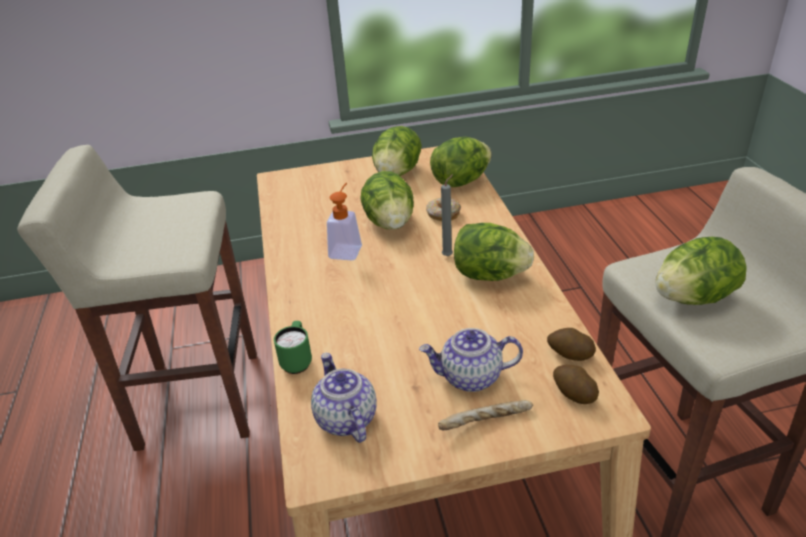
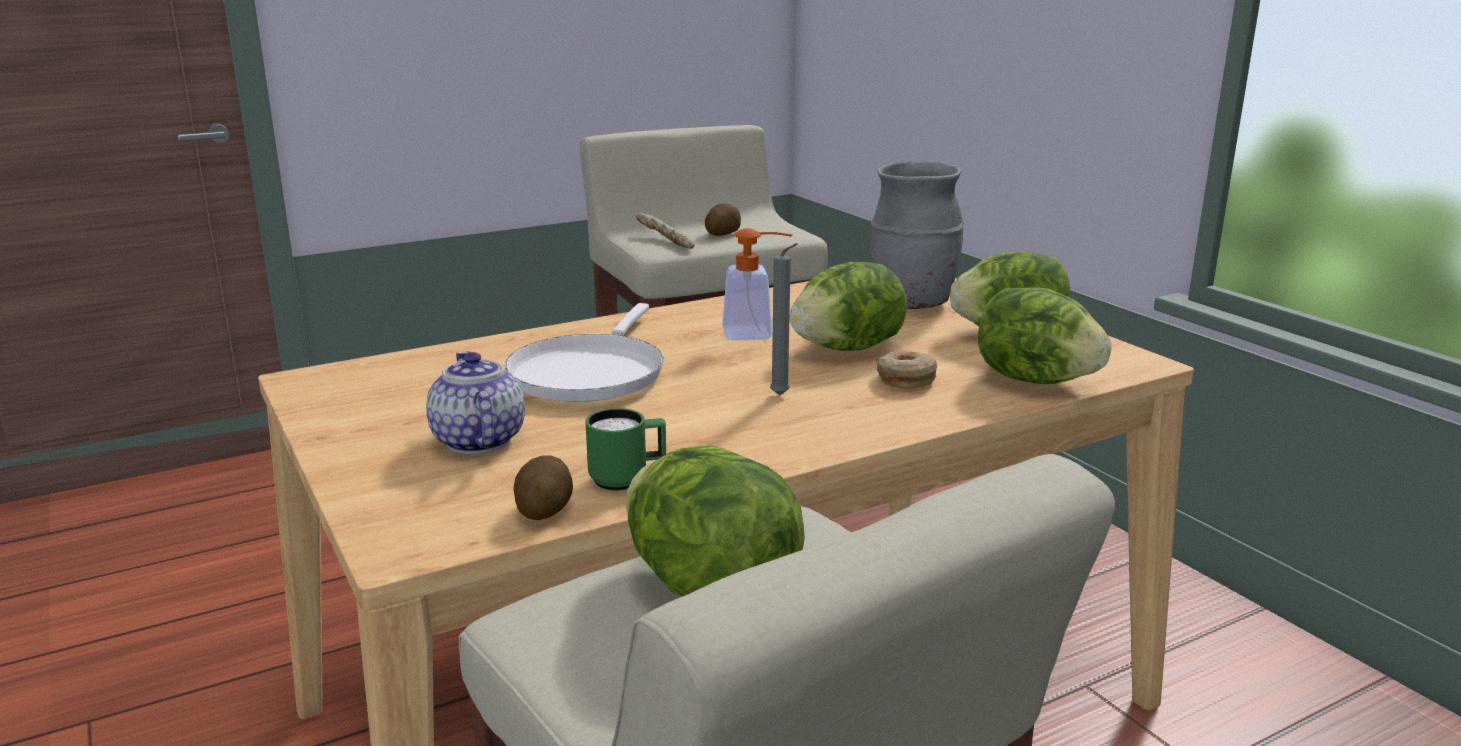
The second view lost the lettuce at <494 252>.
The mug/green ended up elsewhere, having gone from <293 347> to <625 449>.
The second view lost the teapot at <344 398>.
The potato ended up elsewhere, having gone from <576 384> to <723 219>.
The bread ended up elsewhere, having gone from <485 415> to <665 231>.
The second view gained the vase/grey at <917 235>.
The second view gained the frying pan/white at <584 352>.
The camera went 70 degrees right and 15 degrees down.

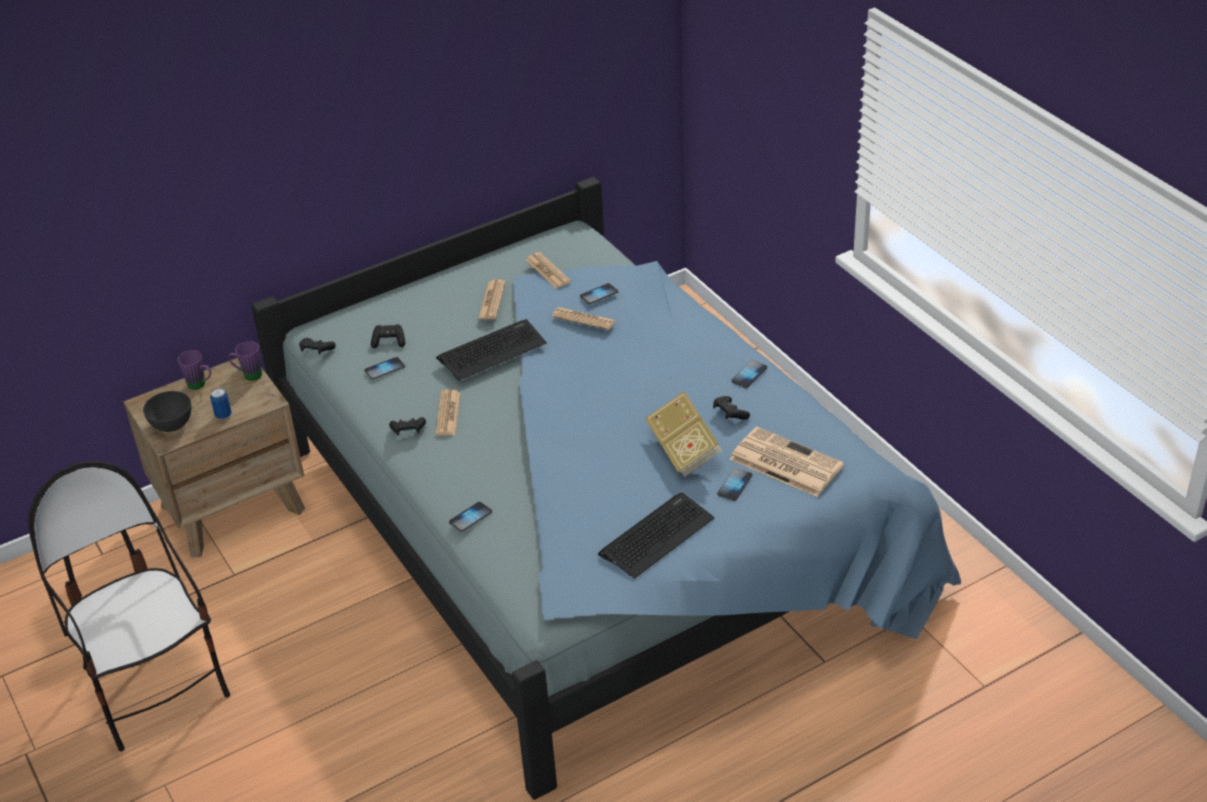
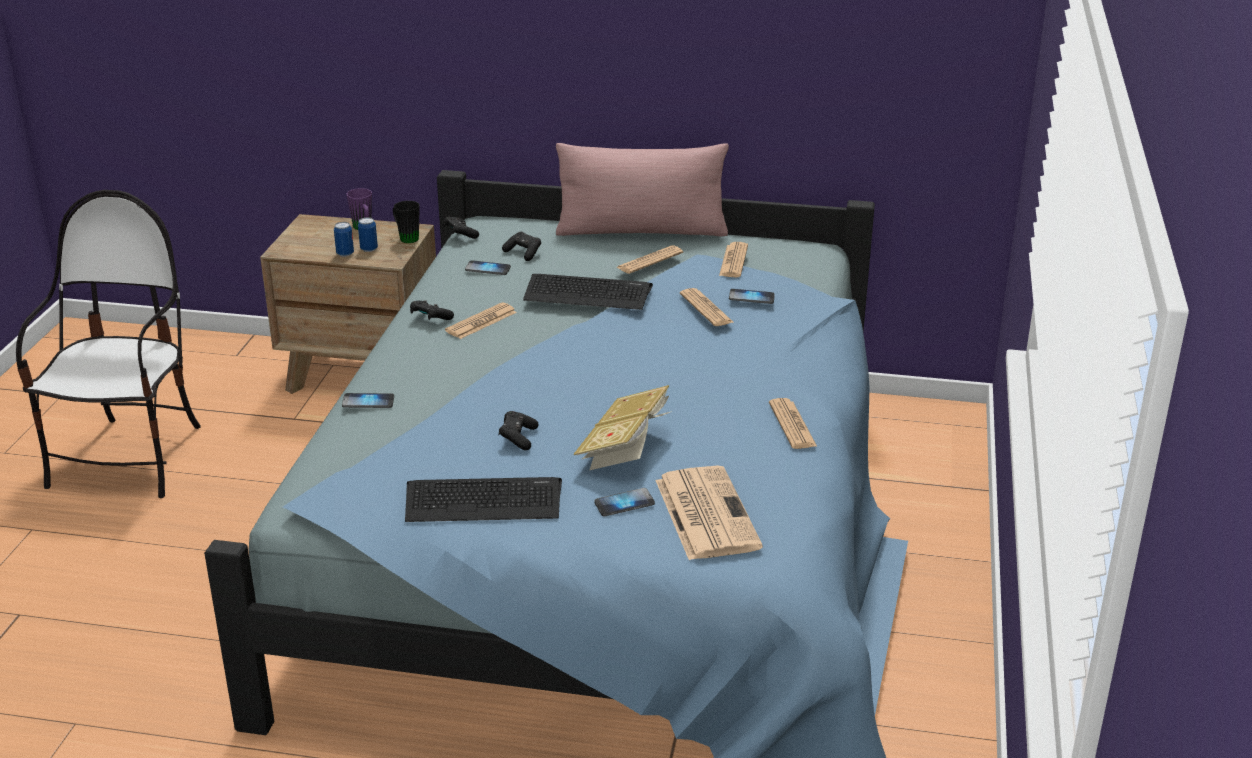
What was the mug/purple at <245 361> turned into the mug/black at <406 222>.
Where the phone stood at <749 374>, the newspaper came to stand at <793 423>.
The second view lost the bowl/grey at <167 411>.
The game controller/black ended up elsewhere, having gone from <731 408> to <518 430>.
The second view gained the pillow/pink at <642 190>.
The second view gained the can at <368 234>.
The camera went 40 degrees right and 10 degrees down.

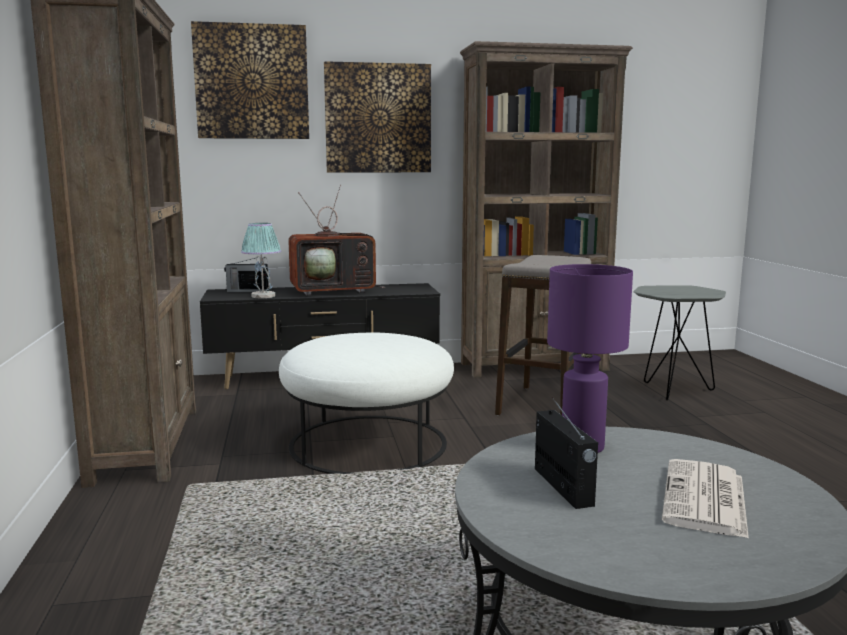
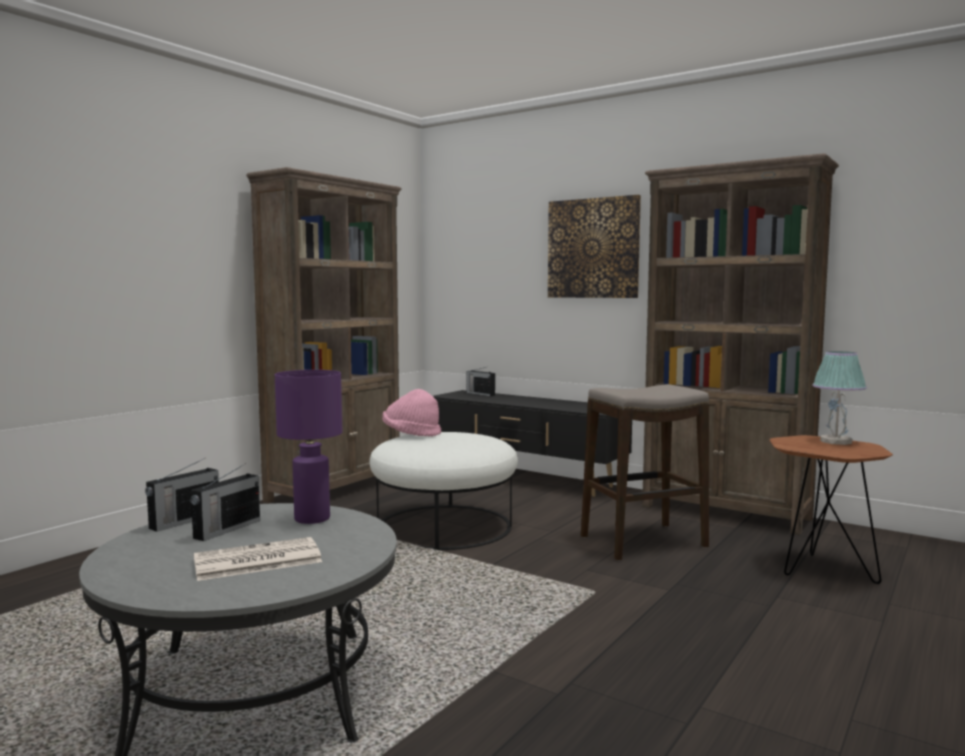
The second view lost the picture at <250 80>.
The second view lost the television at <336 240>.
The table lamp ended up elsewhere, having gone from <261 261> to <840 398>.
What was the side table/grey at <679 342> turned into the side table/brown at <831 509>.
The second view gained the hat/pink at <411 413>.
The second view gained the radio at <182 495>.
The camera went 45 degrees right and 5 degrees down.

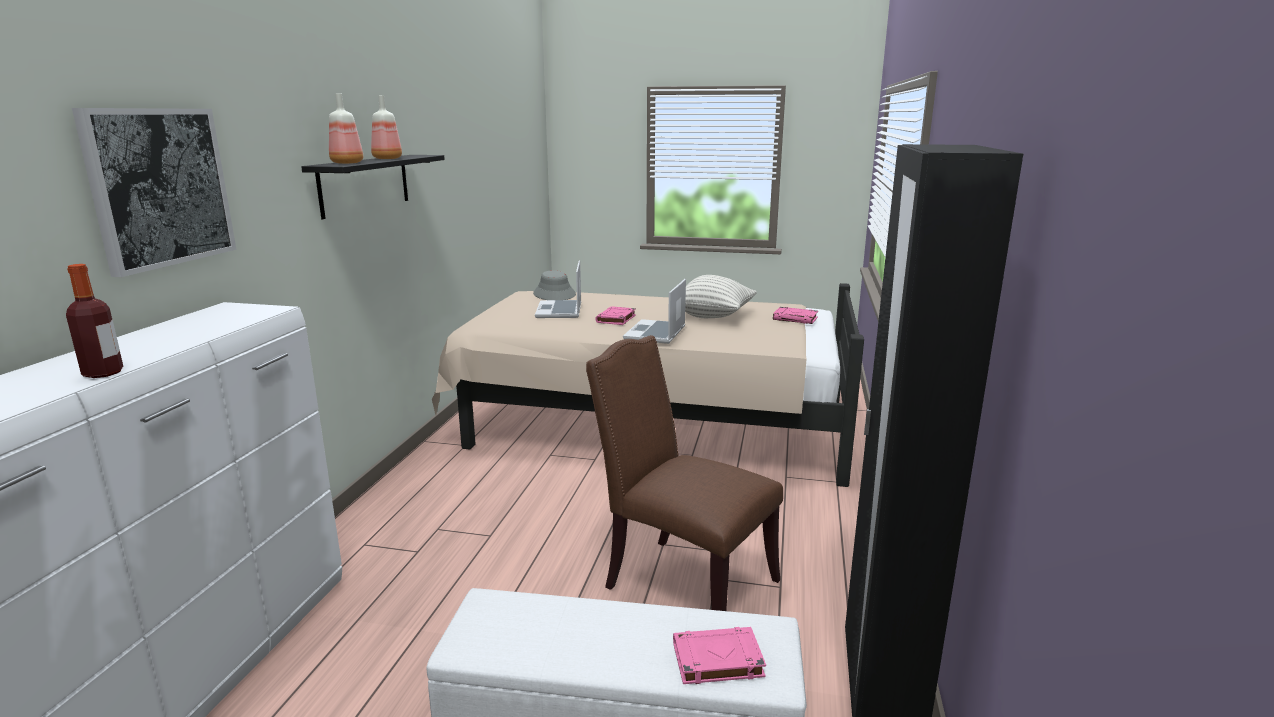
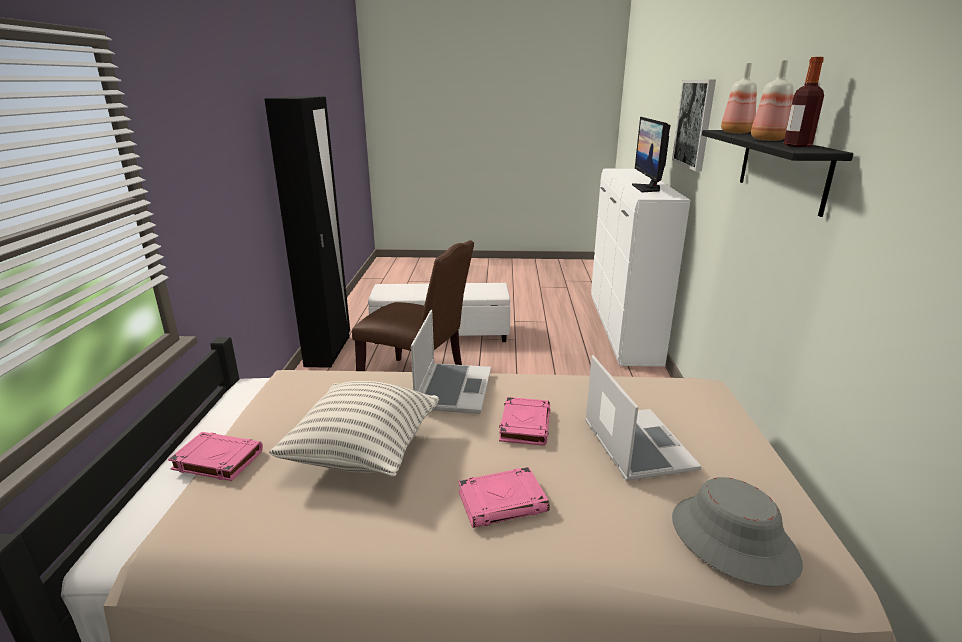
The bottle ended up elsewhere, having gone from <94 321> to <804 102>.
The book/pink ended up elsewhere, having gone from <719 655> to <504 497>.
The second view gained the monitor at <651 154>.
The camera went 170 degrees right and 5 degrees up.

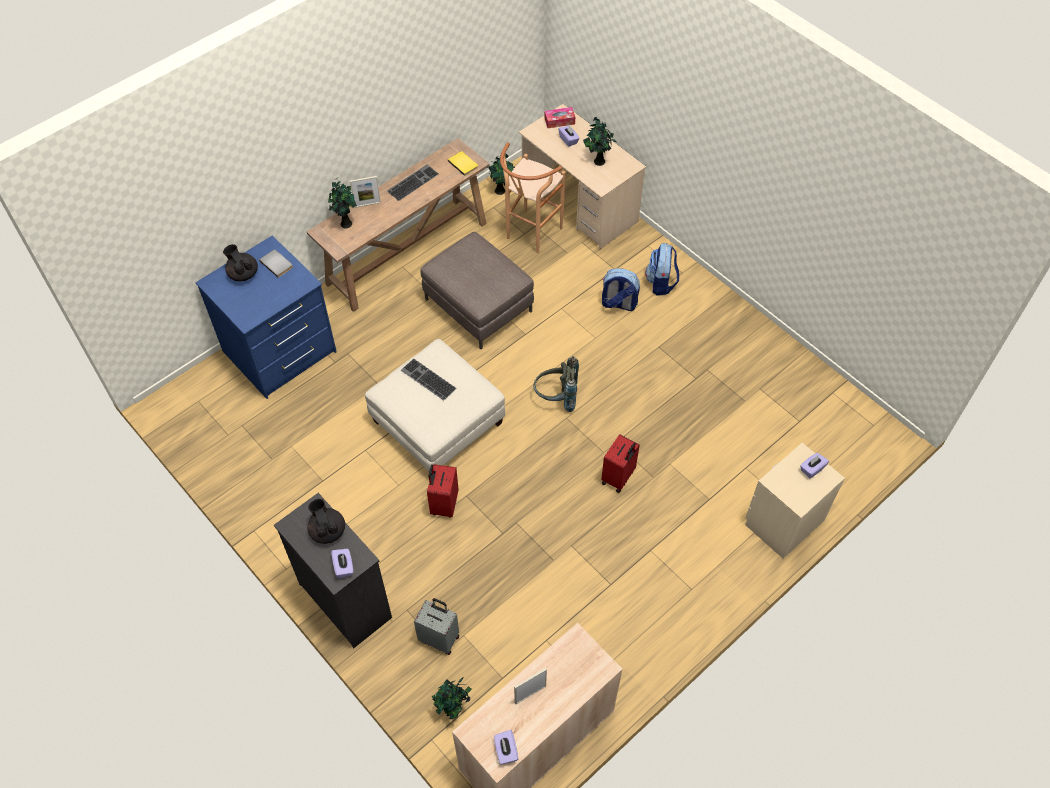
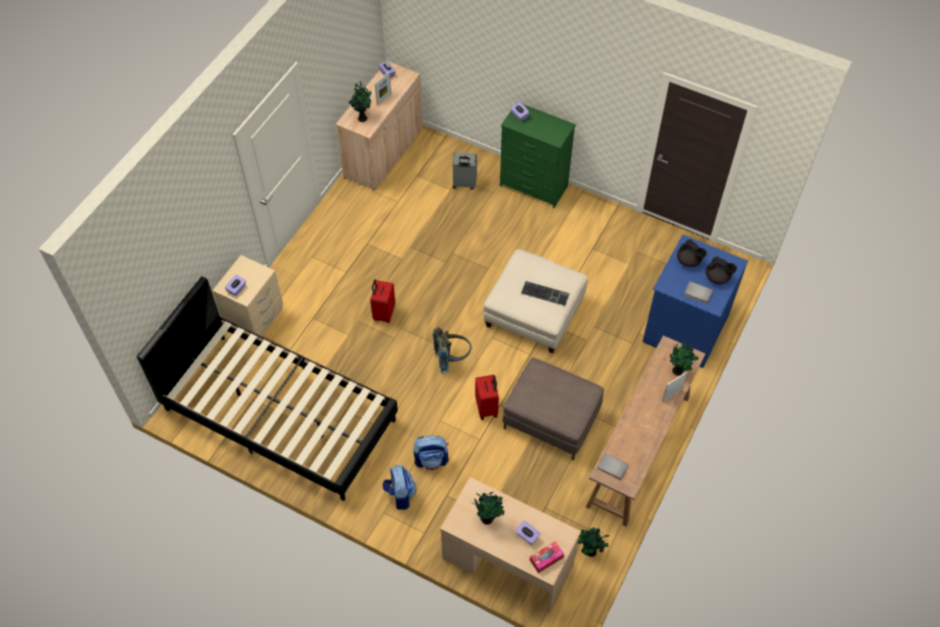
The second view lost the stool/brown at <532 197>.
What was the book/yellow at <463 163> turned into the book/grey at <613 466>.
The second view lost the keyboard at <412 182>.
The suitcase/red ended up elsewhere, having gone from <443 491> to <487 397>.
What was the dresser/black at <333 570> turned into the dresser/green at <538 156>.
The teapot/black ended up elsewhere, having gone from <326 521> to <692 253>.
The potted plant ended up elsewhere, having gone from <452 698> to <360 102>.
The second view gained the bed/black at <267 388>.
The camera went 160 degrees right and 0 degrees up.

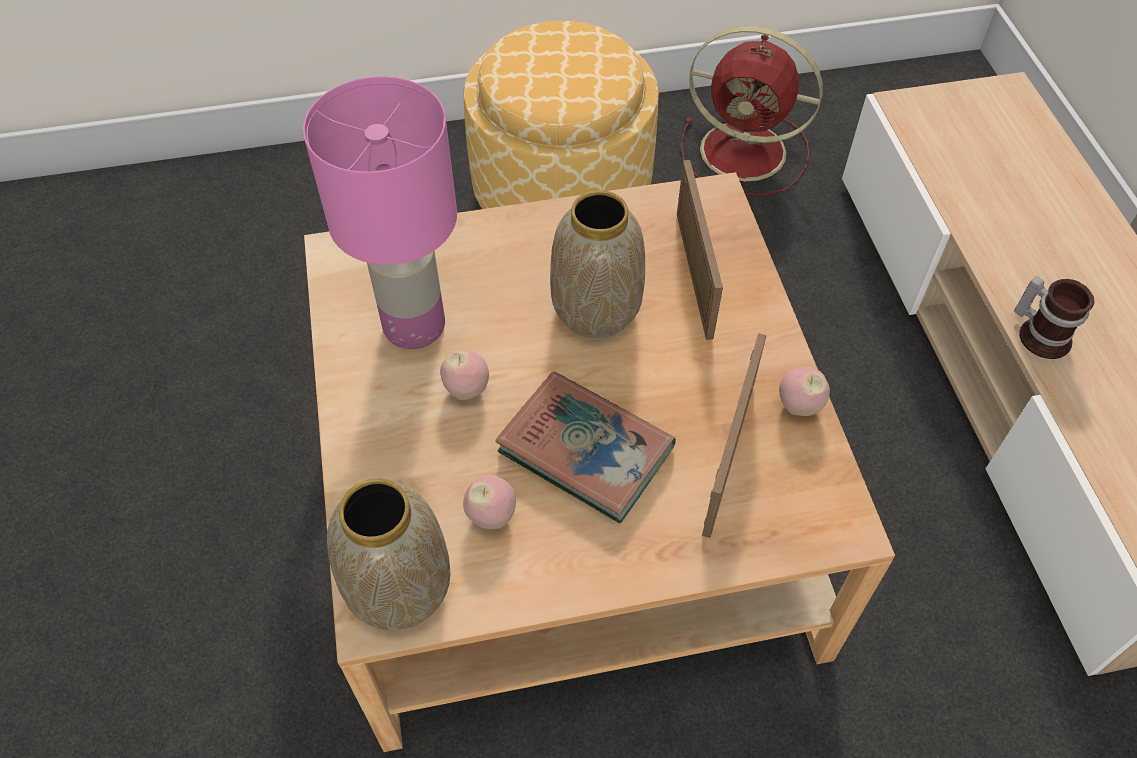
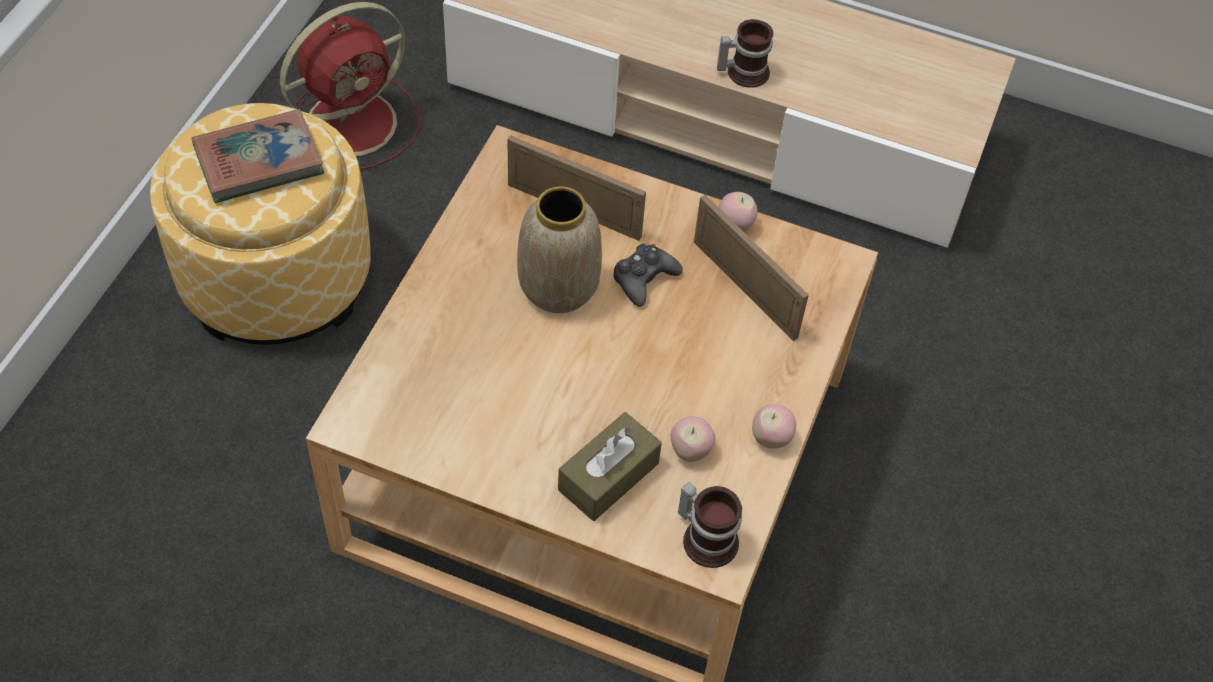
The second view lost the table lamp/pink at <380 212>.
The apple ended up elsewhere, having gone from <464 375> to <774 426>.
The book ended up elsewhere, having gone from <585 447> to <258 156>.
Where the vase stood at <388 554>, the mug came to stand at <710 525>.
The second view gained the game controller/black at <648 275>.
The second view gained the tissue box/brown at <610 466>.
The camera went 60 degrees left and 0 degrees up.

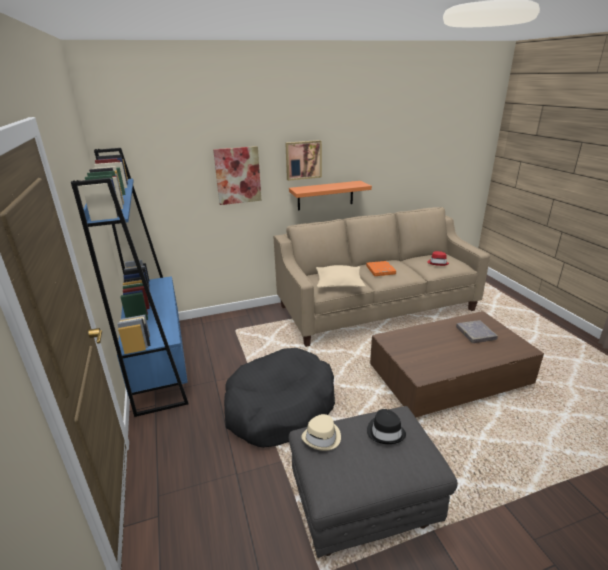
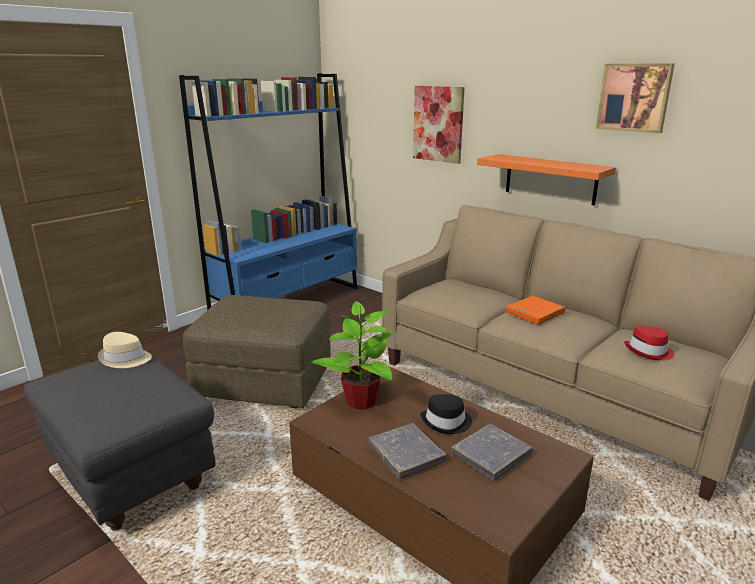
The picture ended up elsewhere, having gone from <303 160> to <635 98>.
The second view lost the pillow/beige at <341 276>.
Where the dog bed/black stood at <279 398>, the ottoman/brown came to stand at <257 351>.
The hat/black ended up elsewhere, having gone from <386 426> to <446 414>.
The second view gained the potted plant at <353 355>.
The second view gained the book/grey at <407 451>.
The camera went 60 degrees right and 5 degrees down.

